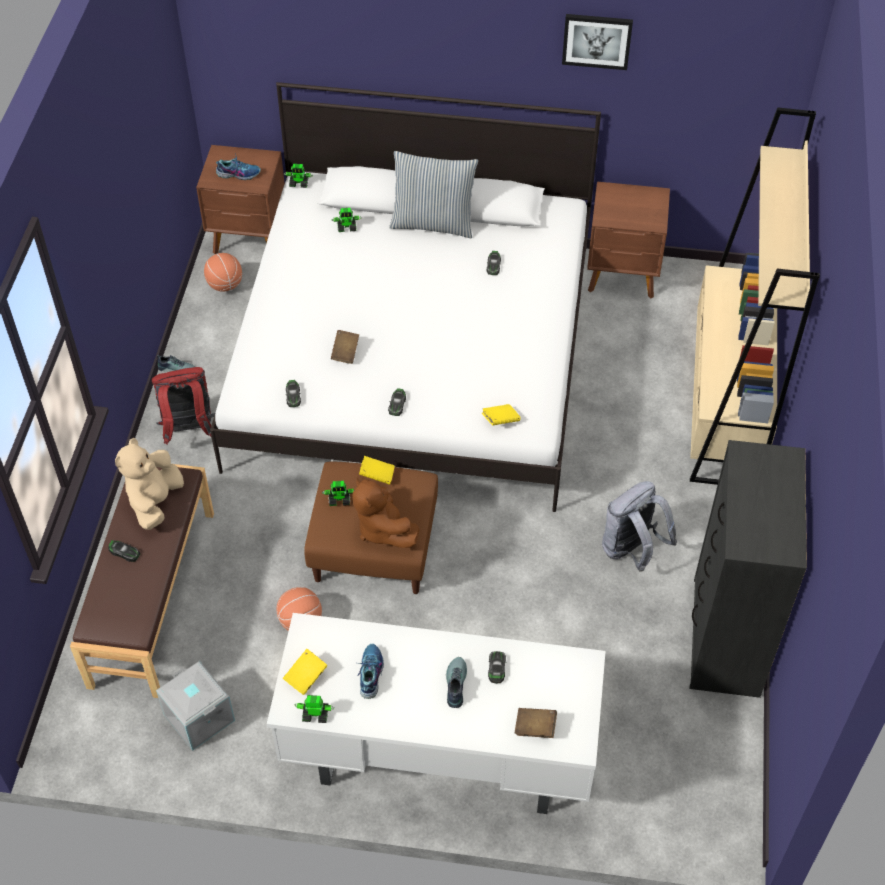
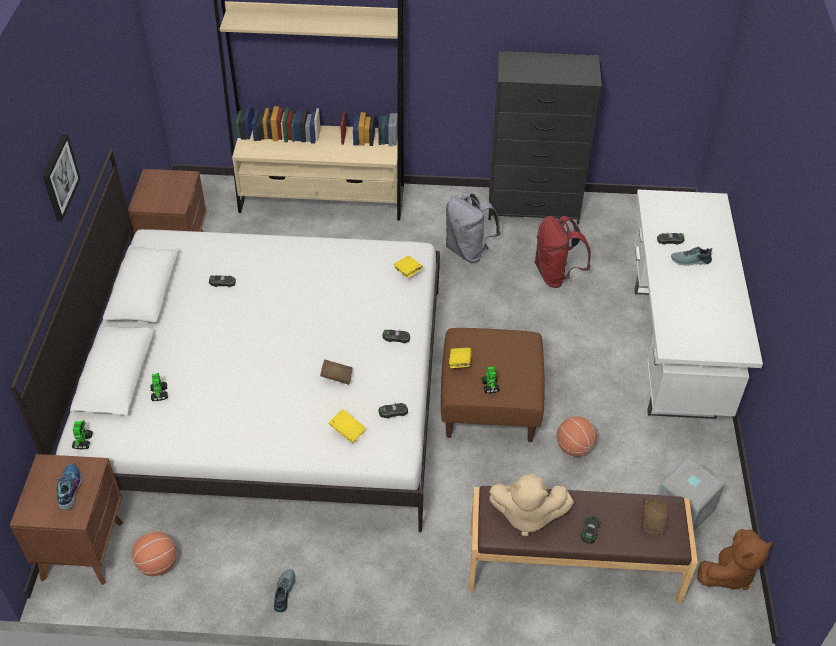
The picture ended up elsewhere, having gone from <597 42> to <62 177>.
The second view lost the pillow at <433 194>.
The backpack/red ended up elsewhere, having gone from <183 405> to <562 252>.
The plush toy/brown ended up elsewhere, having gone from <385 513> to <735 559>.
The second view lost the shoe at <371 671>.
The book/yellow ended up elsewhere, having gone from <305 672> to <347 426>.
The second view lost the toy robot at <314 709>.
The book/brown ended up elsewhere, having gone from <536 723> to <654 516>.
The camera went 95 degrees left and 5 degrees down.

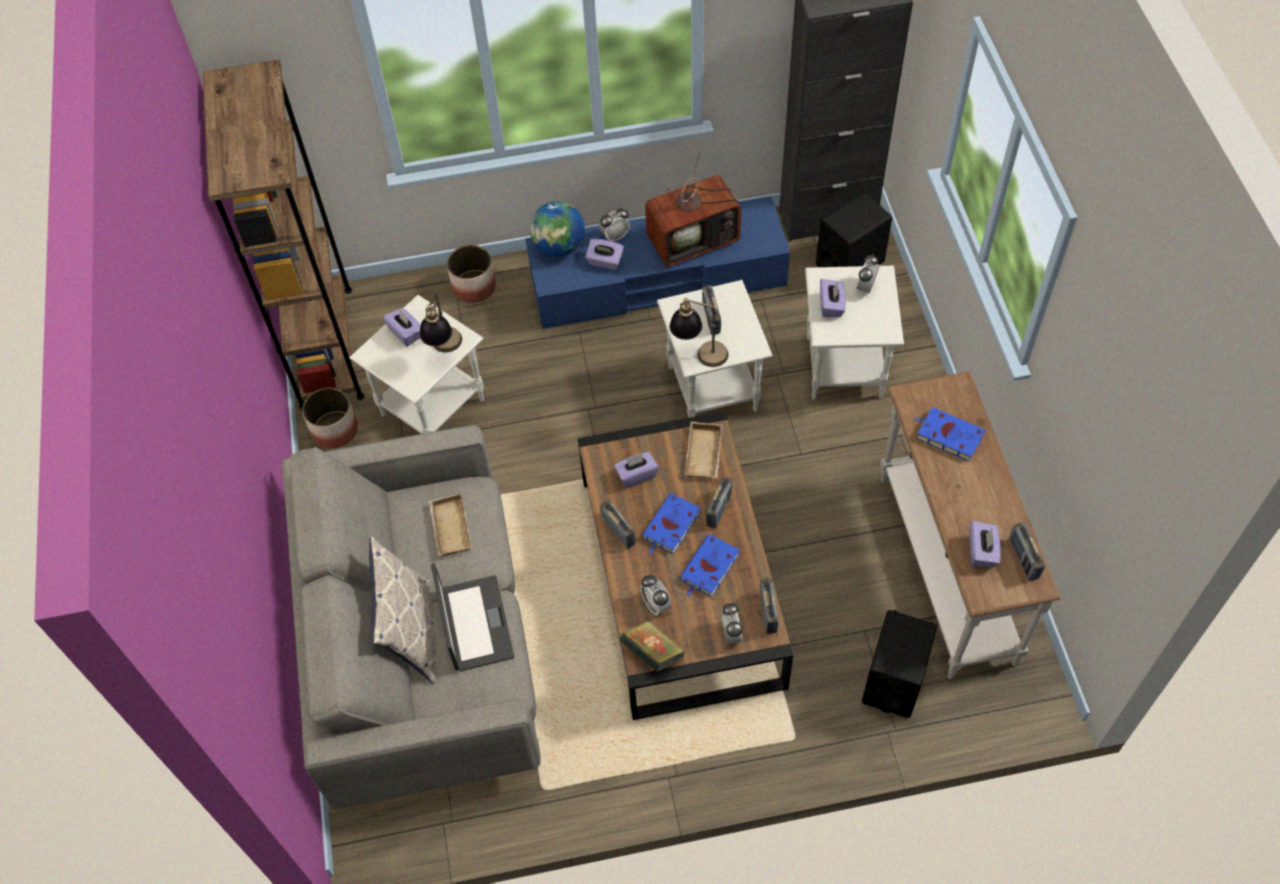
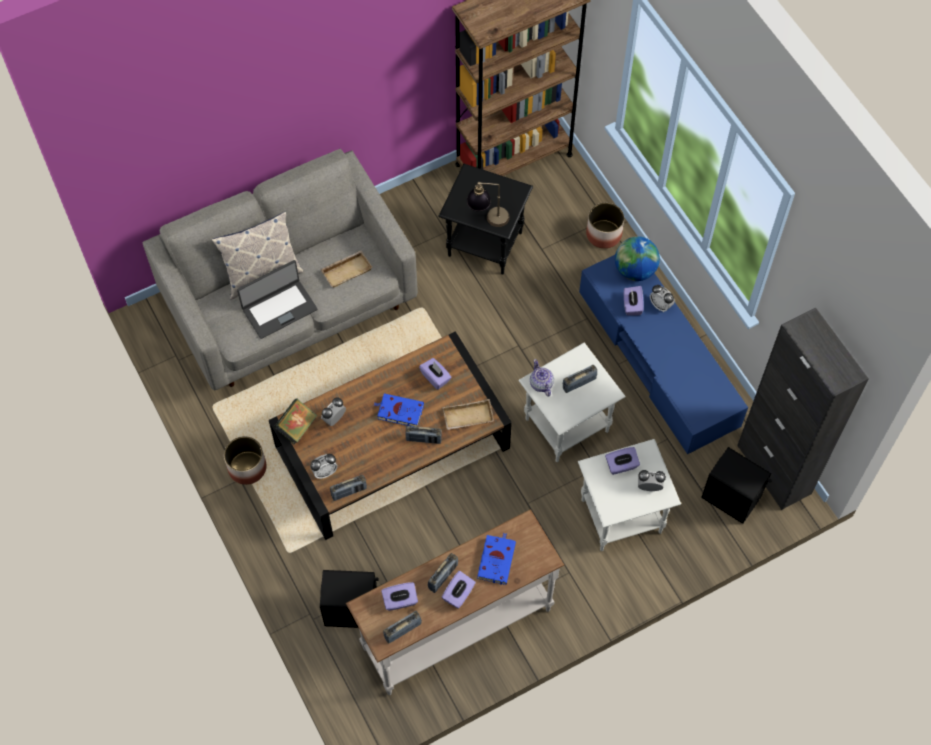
The second view lost the television at <693 209>.
What was the side table/white at <416 364> turned into the side table/black at <486 219>.
Where the table lamp stood at <698 332>, the teapot came to stand at <542 378>.
The tissue box/purple ended up elsewhere, having gone from <402 327> to <459 590>.
The planter ended up elsewhere, having gone from <330 418> to <245 460>.
The radio ended up elsewhere, having gone from <618 524> to <443 573>.
The second view lost the book/blue at <709 566>.
The camera went 70 degrees right and 5 degrees up.

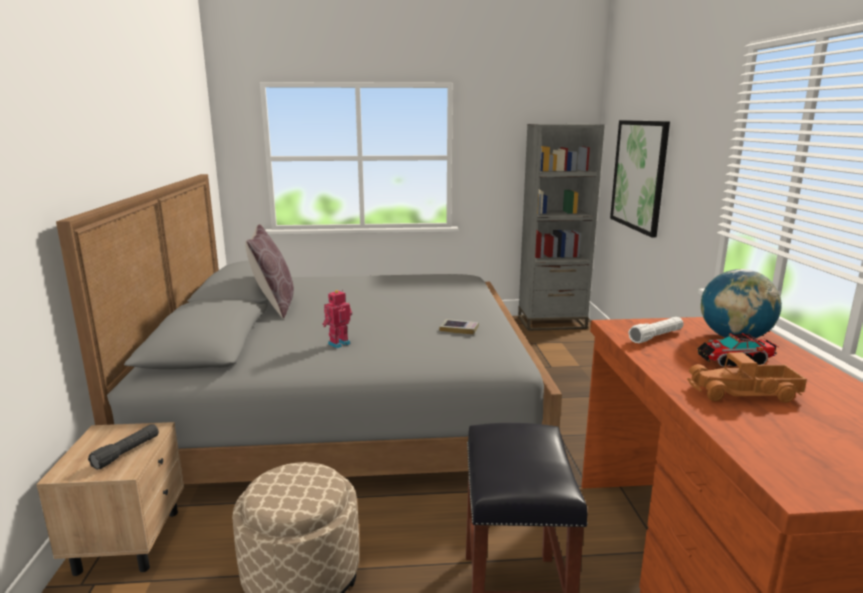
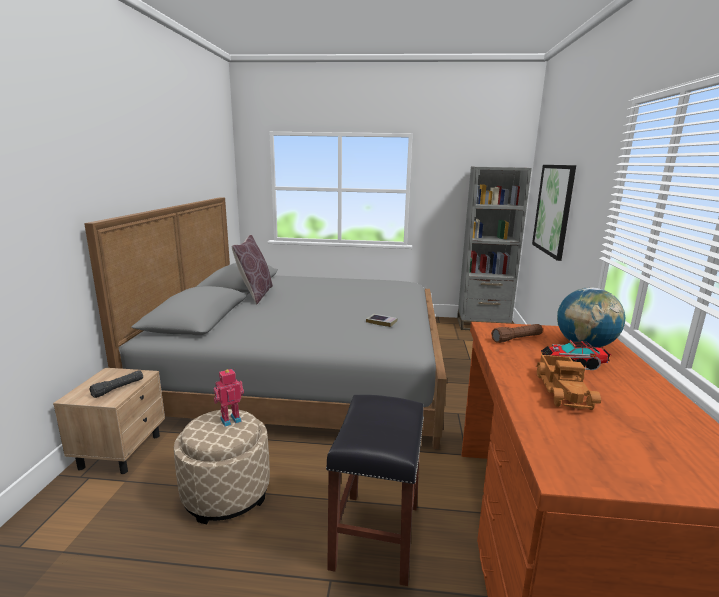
The toy robot ended up elsewhere, having gone from <337 319> to <228 398>.
What was the flashlight/white at <655 330> turned into the flashlight/brown at <517 333>.
The toy truck at <747 377> ended up facing another way, 90 degrees counterclockwise from before.
The camera went 10 degrees right and 0 degrees up.

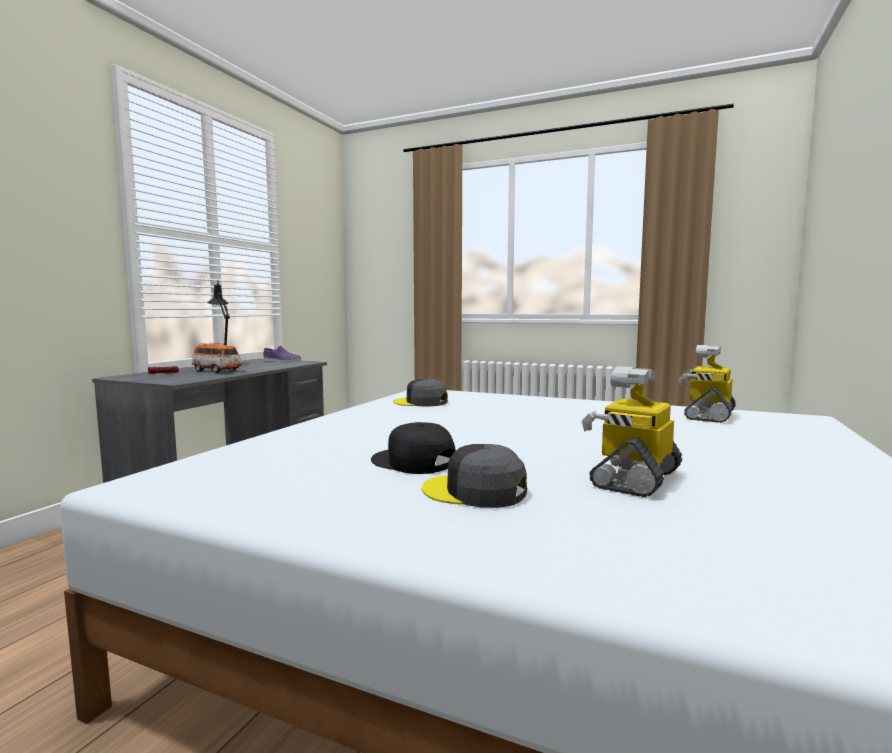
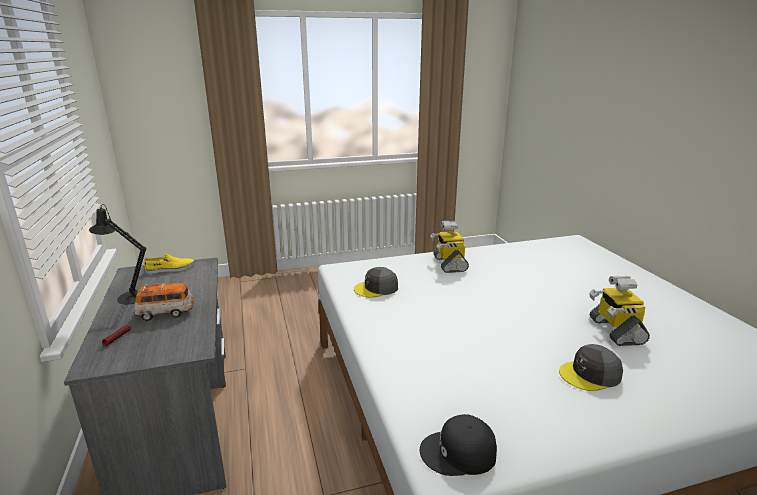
The toy robot ended up elsewhere, having gone from <707 384> to <449 247>.
What was the shoe/purple at <282 354> turned into the shoe/yellow at <169 263>.
The cap/black ended up elsewhere, having gone from <413 448> to <458 445>.
The camera went 40 degrees left and 15 degrees up.

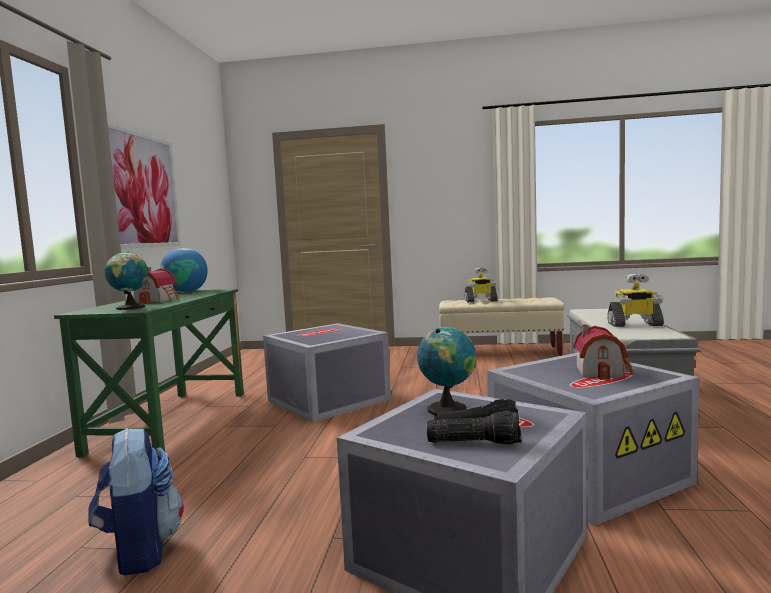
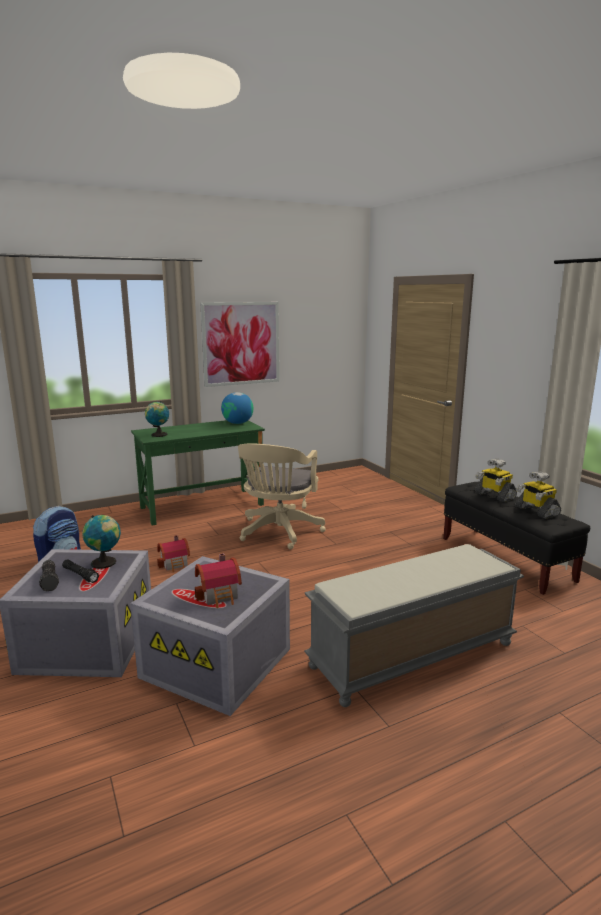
The toy house ended up elsewhere, having gone from <156 285> to <173 553>.
The toy robot ended up elsewhere, having gone from <635 300> to <538 495>.
What was the bench/beige at <501 326> turned into the bench/black at <516 538>.
Where the storage box/grey stood at <327 372>, the office chair/beige came to stand at <282 496>.
The camera went 55 degrees right and 10 degrees up.

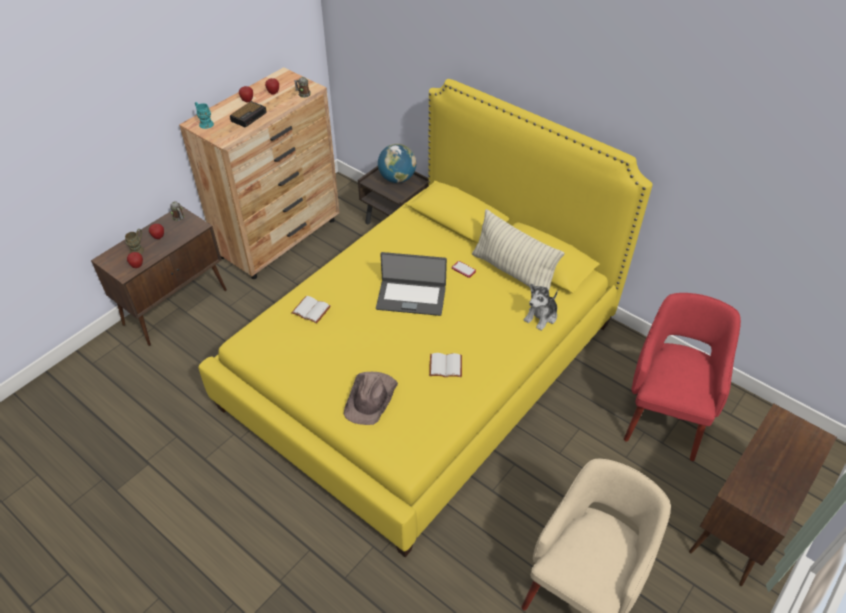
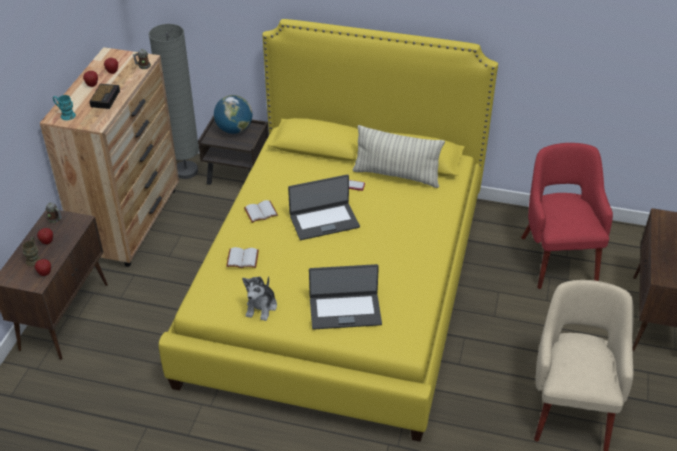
The plush toy ended up elsewhere, having gone from <541 307> to <259 298>.
The book/white ended up elsewhere, having gone from <445 365> to <261 211>.
Where the hat/brown stood at <371 398>, the laptop came to stand at <345 297>.
The second view gained the floor lamp/grey at <174 101>.
The camera went 25 degrees left and 5 degrees down.

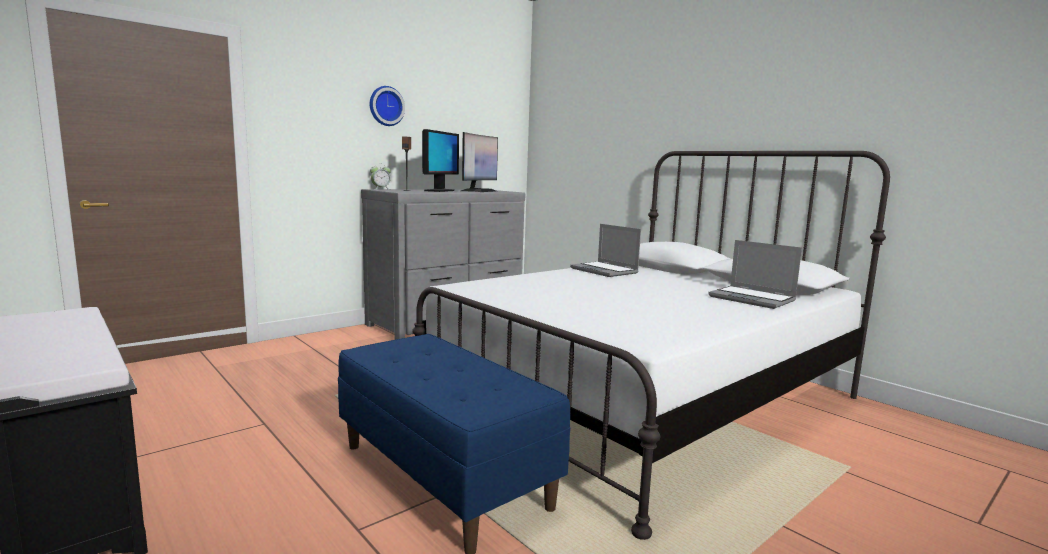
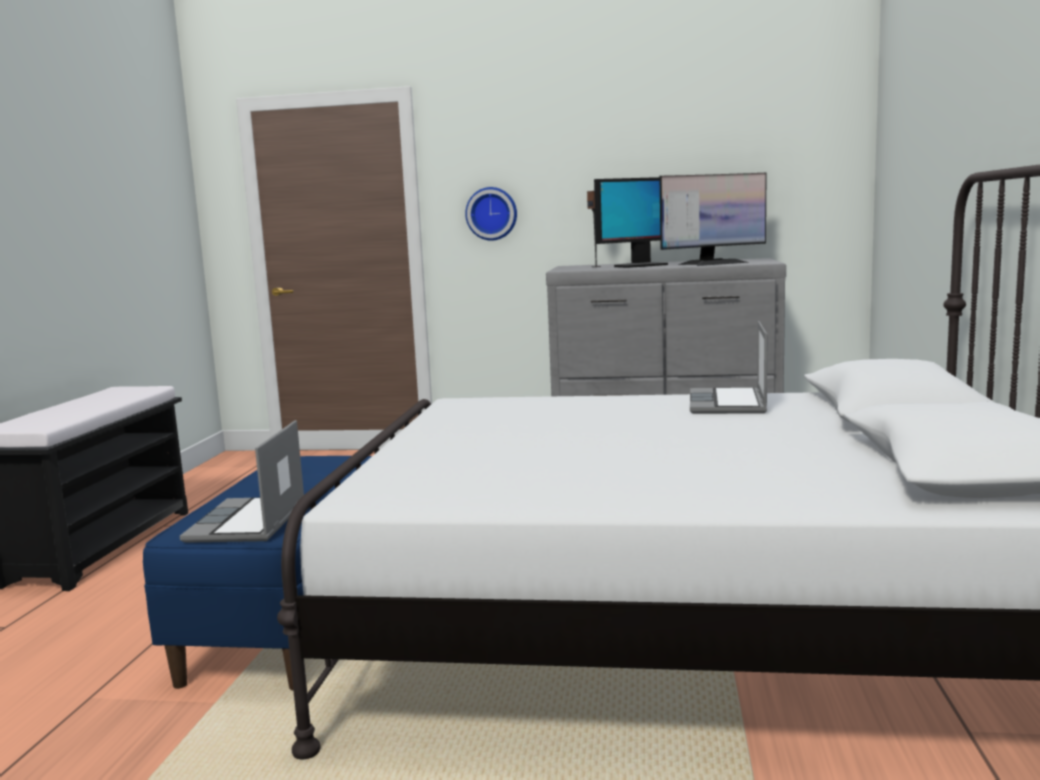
The wall clock ended up elsewhere, having gone from <387 106> to <491 214>.
The second view lost the alarm clock at <380 176>.
The laptop ended up elsewhere, having gone from <755 274> to <242 481>.
The camera went 50 degrees right and 0 degrees up.

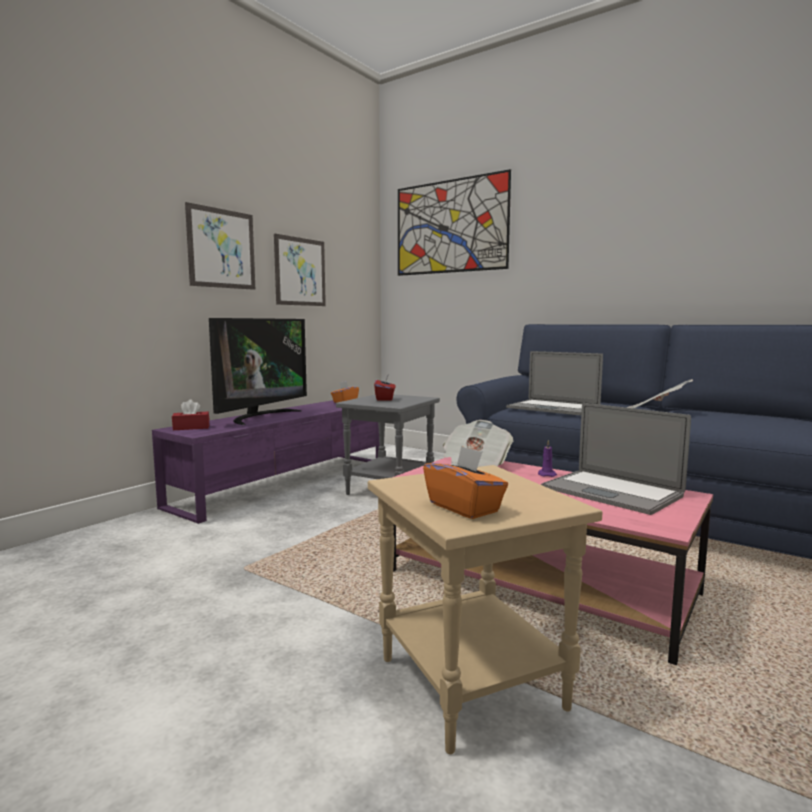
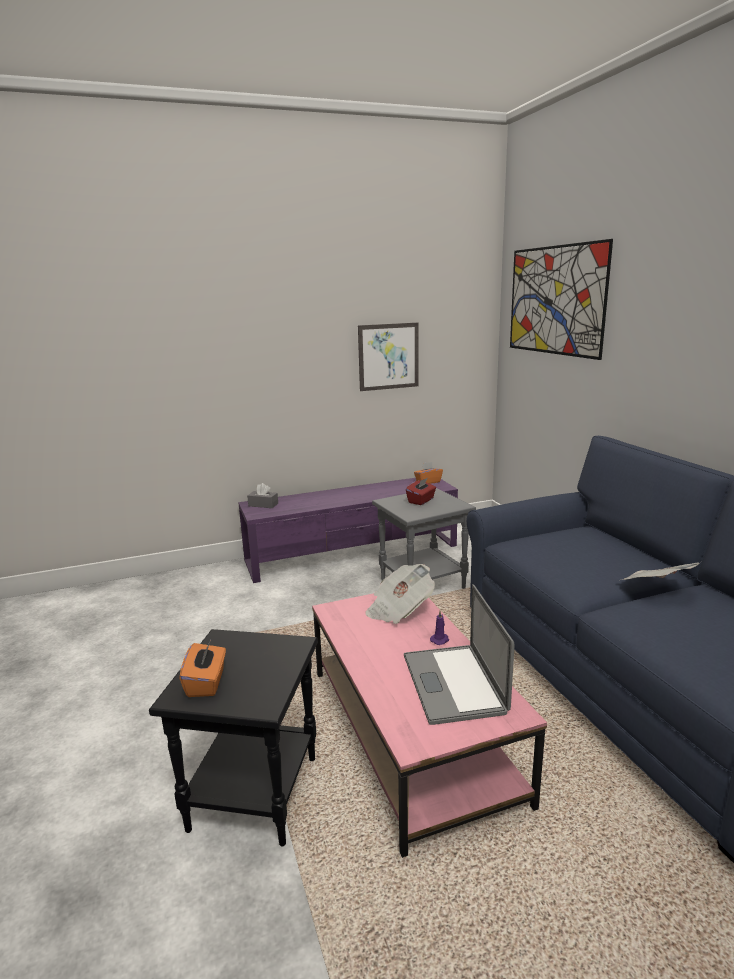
The second view lost the picture at <220 246>.
The second view lost the television at <258 371>.
The second view lost the laptop at <554 383>.
What was the tissue box/red at <190 414> turned into the tissue box/grey at <262 495>.
What was the side table/beige at <485 609> turned into the side table/black at <233 737>.
The camera went 35 degrees right and 10 degrees up.

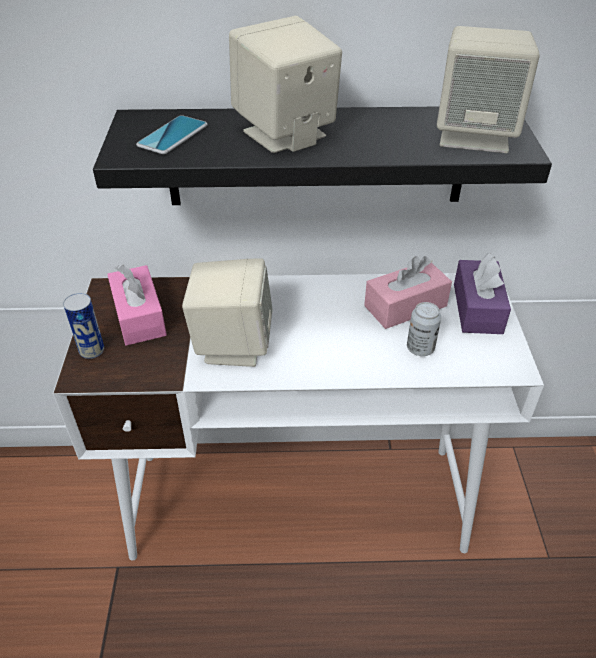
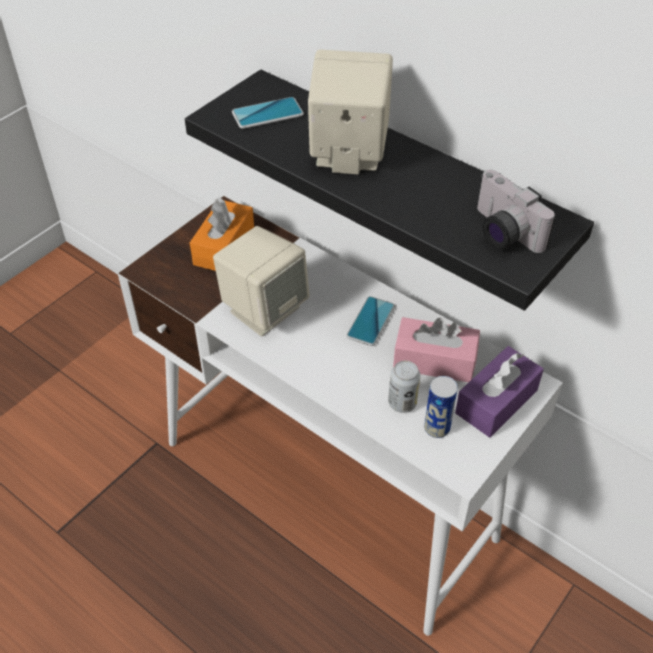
Where the speaker/beige stood at <488 89>, the photo camera came to stand at <516 211>.
What was the tissue box/pink at <137 305> turned into the tissue box/orange at <222 234>.
The can ended up elsewhere, having gone from <83 326> to <441 407>.
The second view gained the phone at <370 321>.
The camera went 40 degrees right and 5 degrees up.

